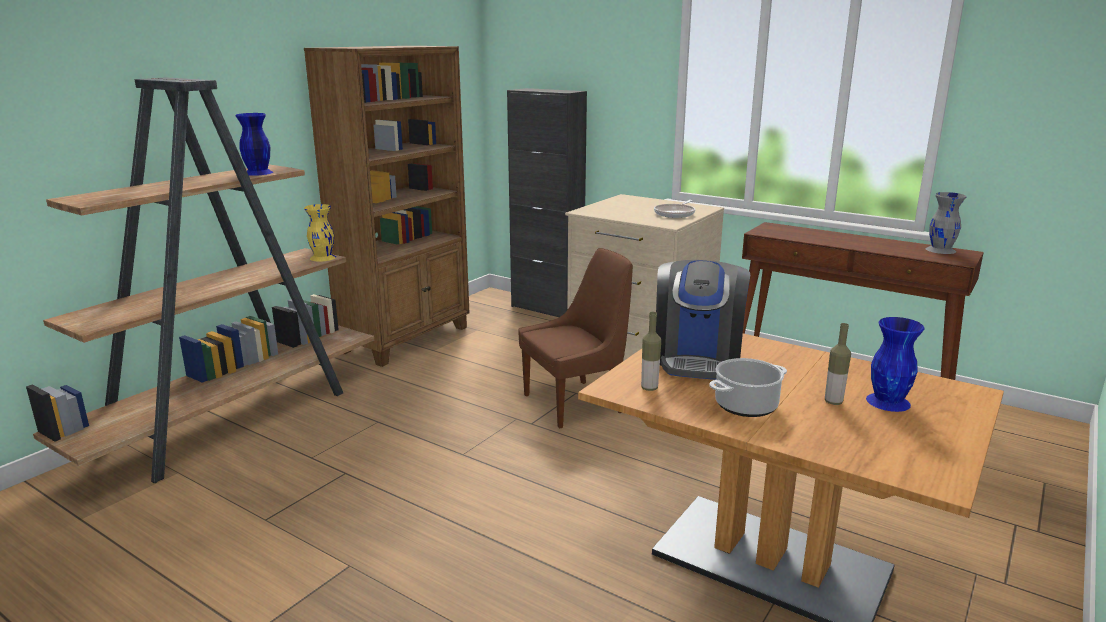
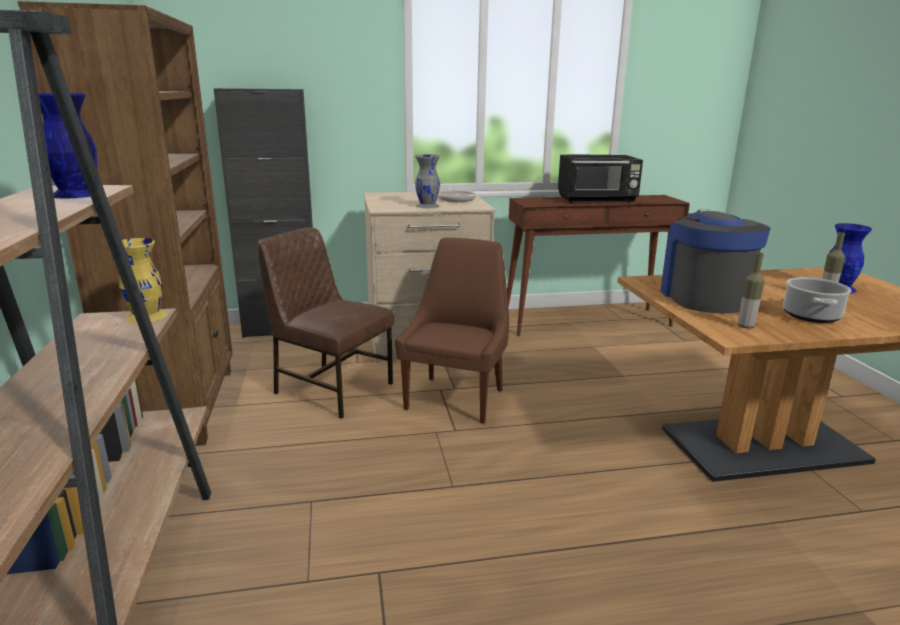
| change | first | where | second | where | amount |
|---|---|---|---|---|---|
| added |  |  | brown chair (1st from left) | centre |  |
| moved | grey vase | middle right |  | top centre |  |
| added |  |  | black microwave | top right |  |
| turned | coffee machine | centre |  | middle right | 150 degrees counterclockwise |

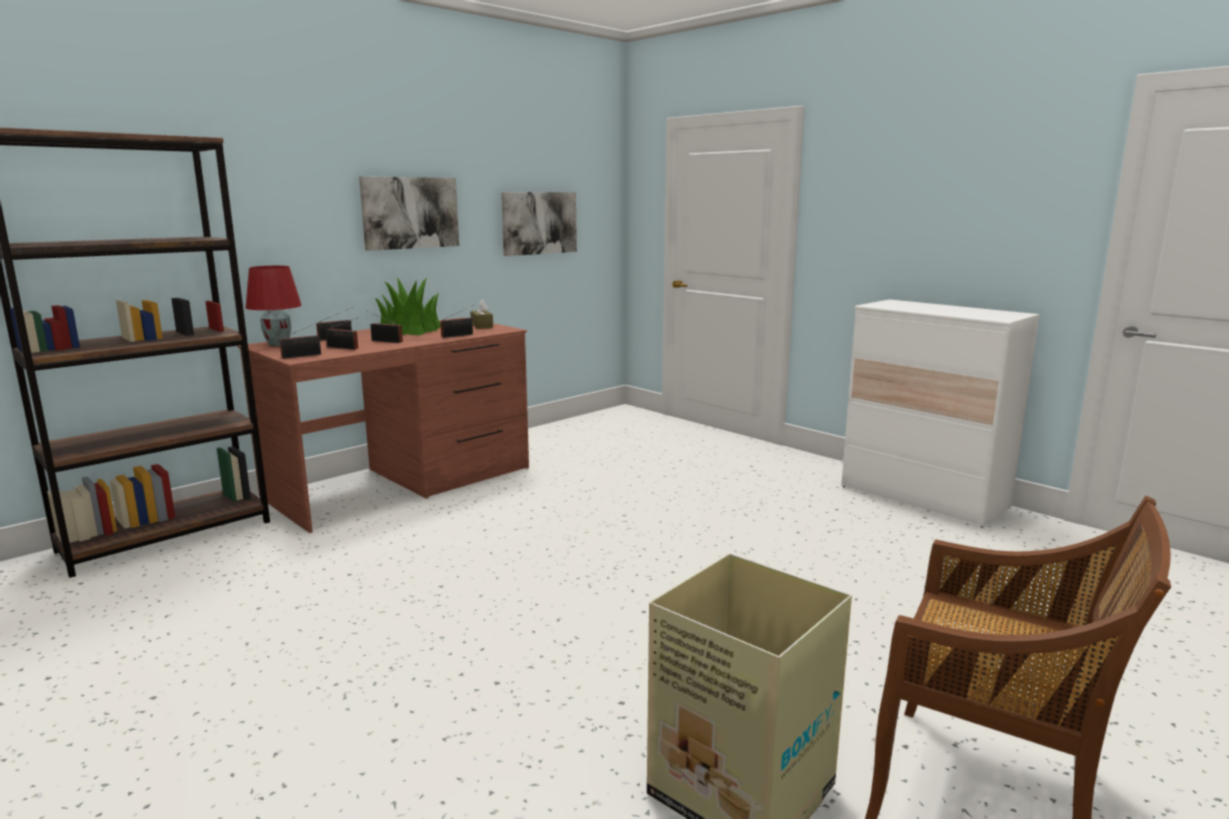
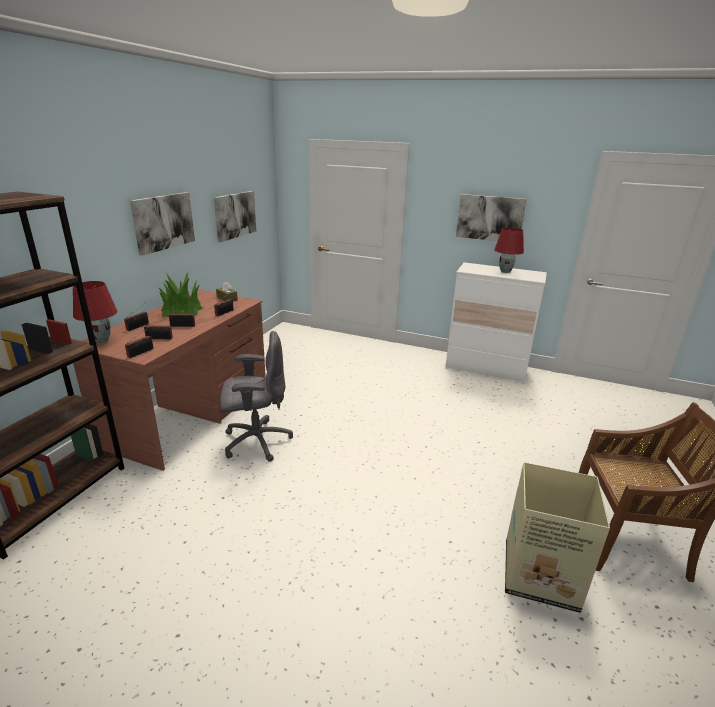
| change | first | where | second | where | amount |
|---|---|---|---|---|---|
| added |  |  | grey office chair | centre |  |
| added |  |  | picture (3rd from left) | top right |  |
| added |  |  | red table lamp (2nd from left) | middle right |  |

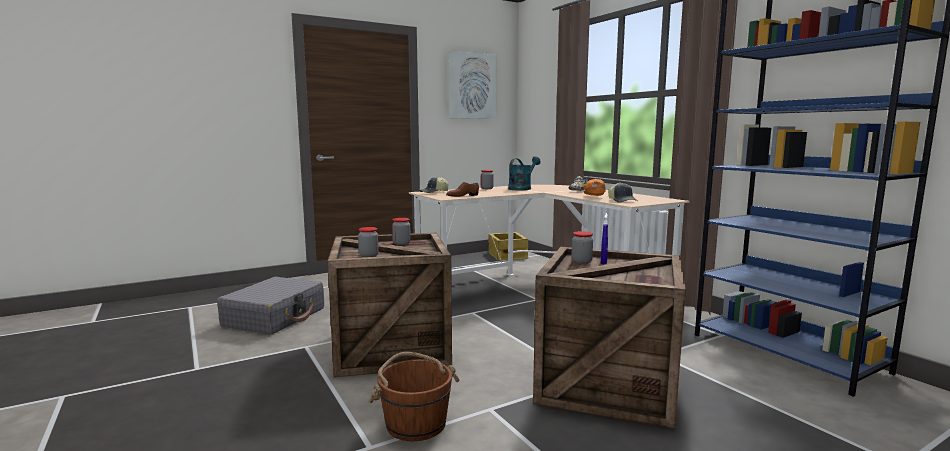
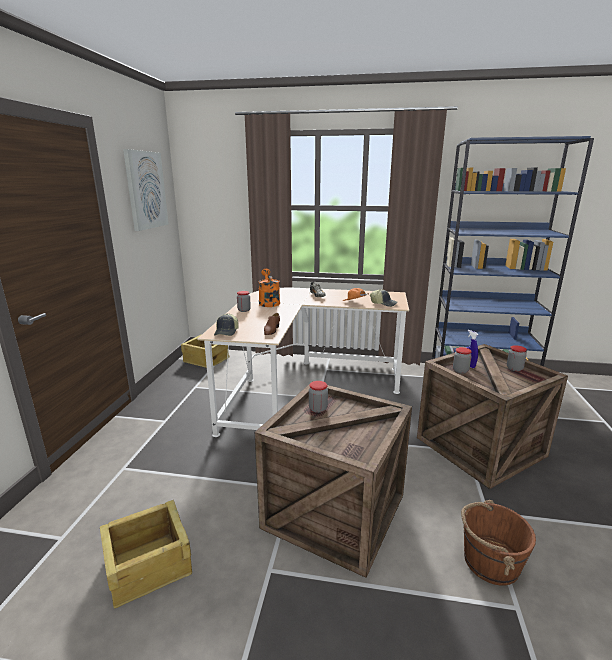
| change | first | where | second | where | amount |
|---|---|---|---|---|---|
| replaced | grey suitcase | bottom left | crate (1st from left) | bottom left |  |
| recoloured | turquoise watering can | centre | orange watering can | centre |  |
| moved | jar (1st from left in the first image) | centre | jar (4th from left) | middle right |  |

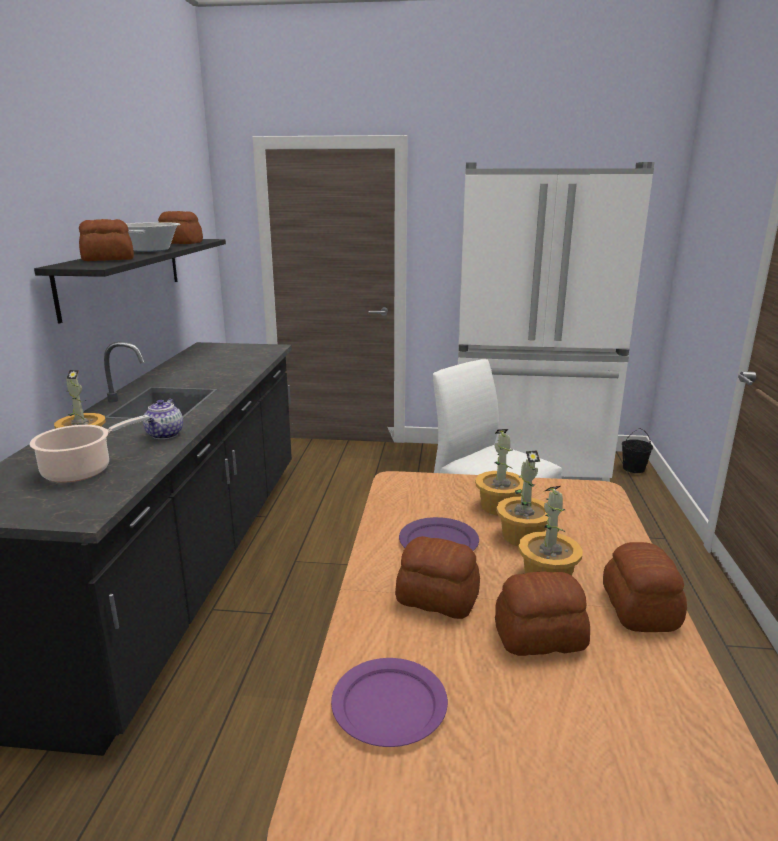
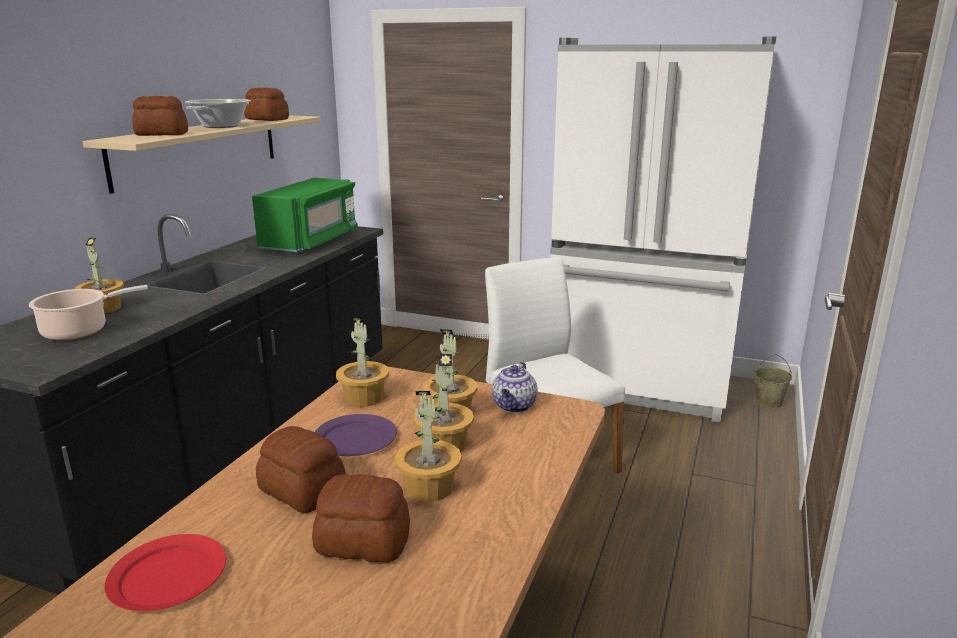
| change | first | where | second | where | amount |
|---|---|---|---|---|---|
| recoloured | black shelf | middle left | beige shelf | top left |  |
| recoloured | purple plate (1st from left) | bottom centre | red plate | bottom left |  |
| added |  |  | green microwave | middle left |  |
| added |  |  | potted plant (2nd from left) | centre |  |
| moved | teapot | middle left |  | centre |  |
| recoloured | black bucket | middle right | beige bucket | middle right |  |
| removed | bread (5th from left) | bottom right |  |  |  |

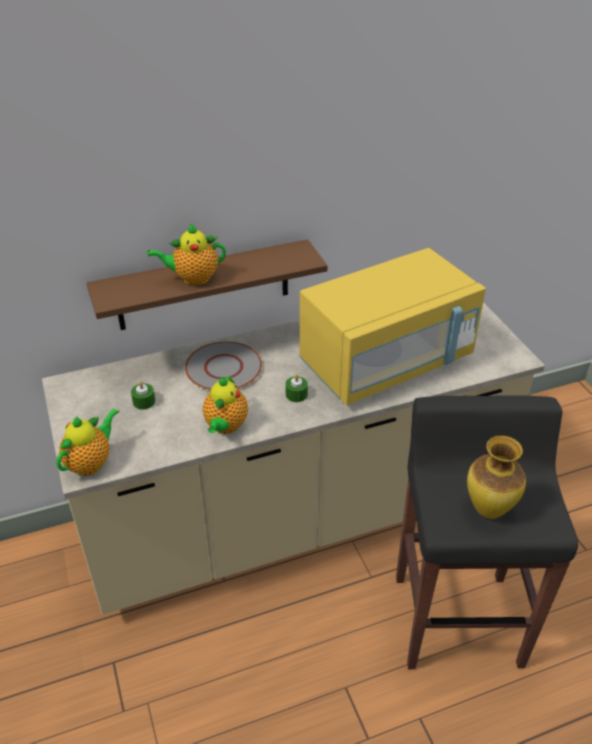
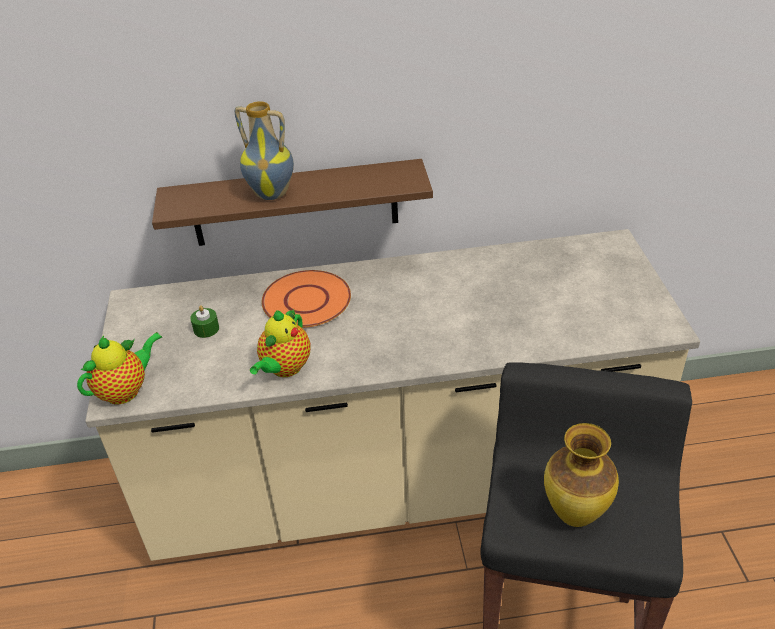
| change | first | where | second | where | amount |
|---|---|---|---|---|---|
| replaced | teapot (2nd from left) | middle left | vase (1st from left) | top centre |  |
| recoloured | grey plate | centre | orange plate | centre |  |
| removed | green candle (2nd from left) | centre |  |  |  |
| removed | yellow microwave | centre |  |  |  |

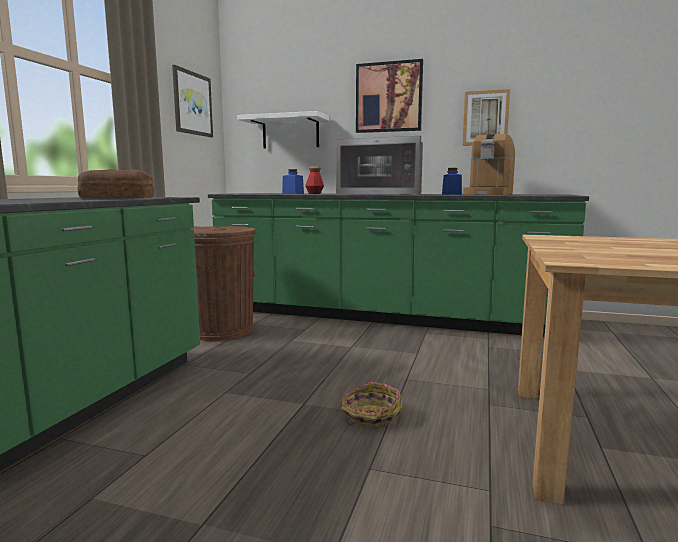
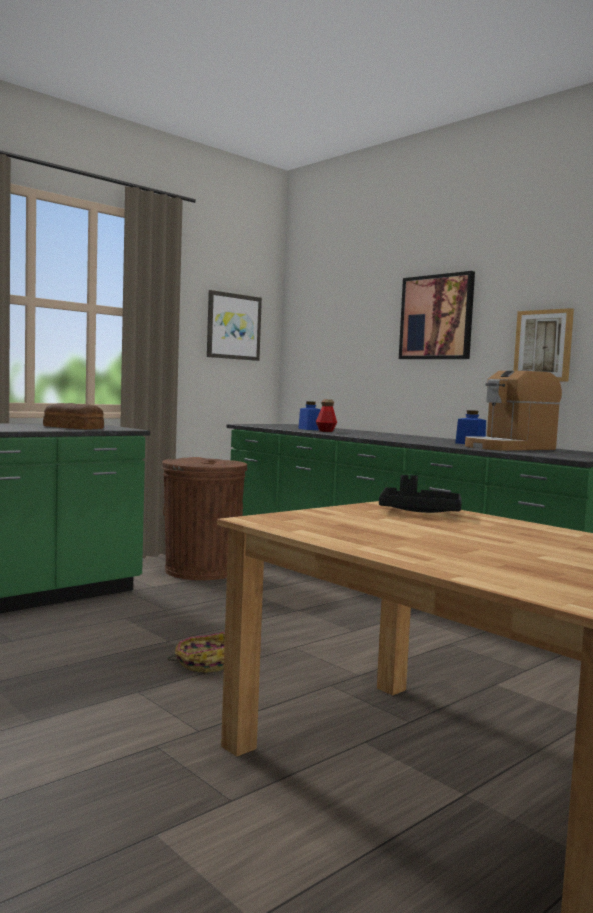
| change | first | where | second | where | amount |
|---|---|---|---|---|---|
| added |  |  | black tray | middle right |  |
| removed | white shelf | top centre |  |  |  |
| removed | microwave | top centre |  |  |  |

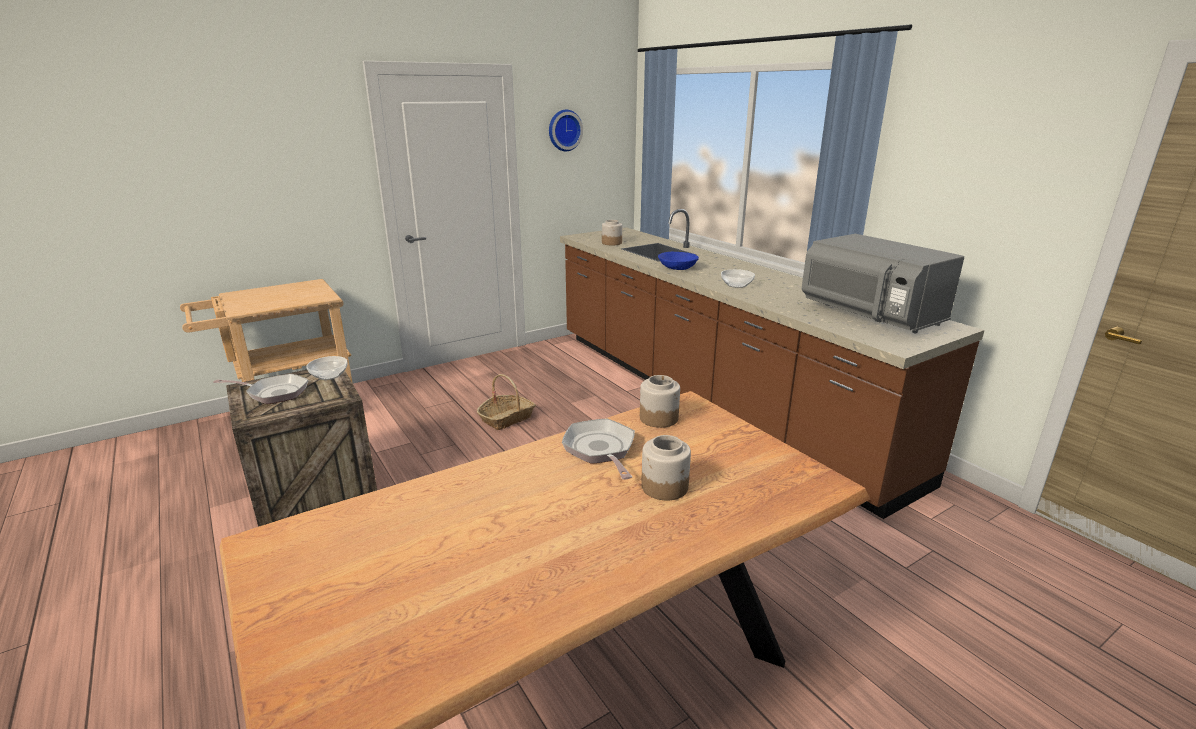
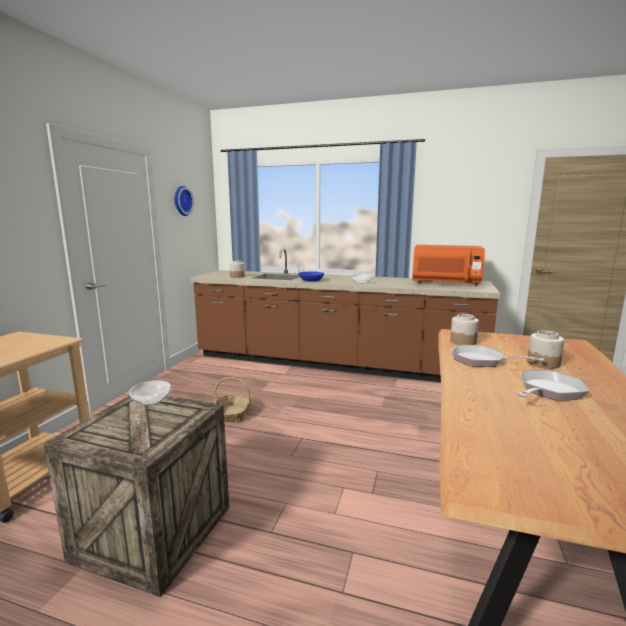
| change | first | where | second | where | amount |
|---|---|---|---|---|---|
| recoloured | grey microwave | middle right | orange microwave | middle right |  |
| moved | frying pan (1st from left in the first image) | middle left | frying pan (2nd from left) | middle right |  |

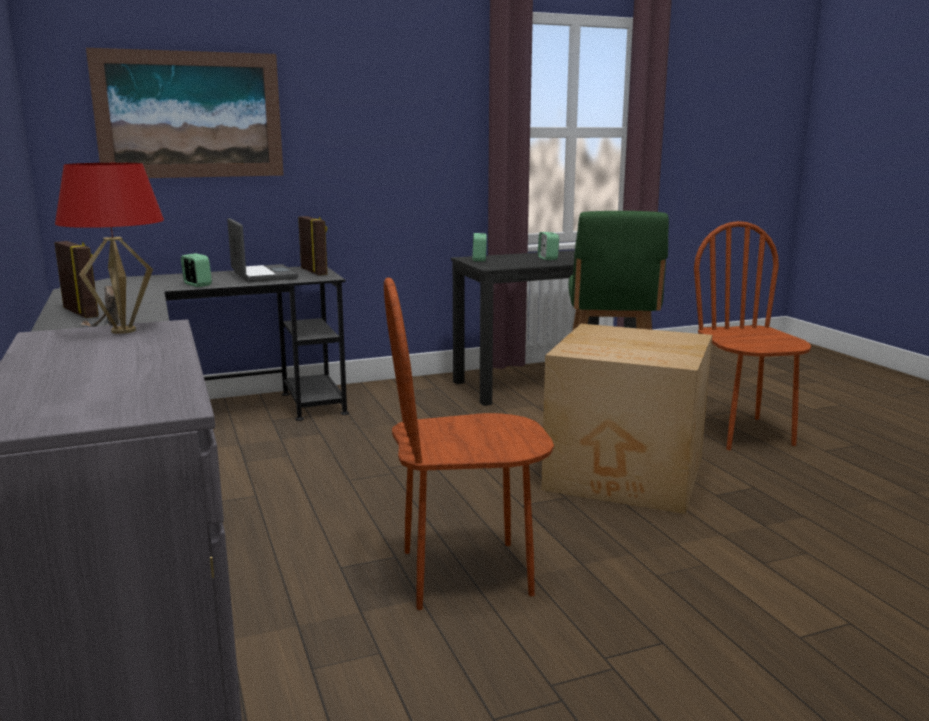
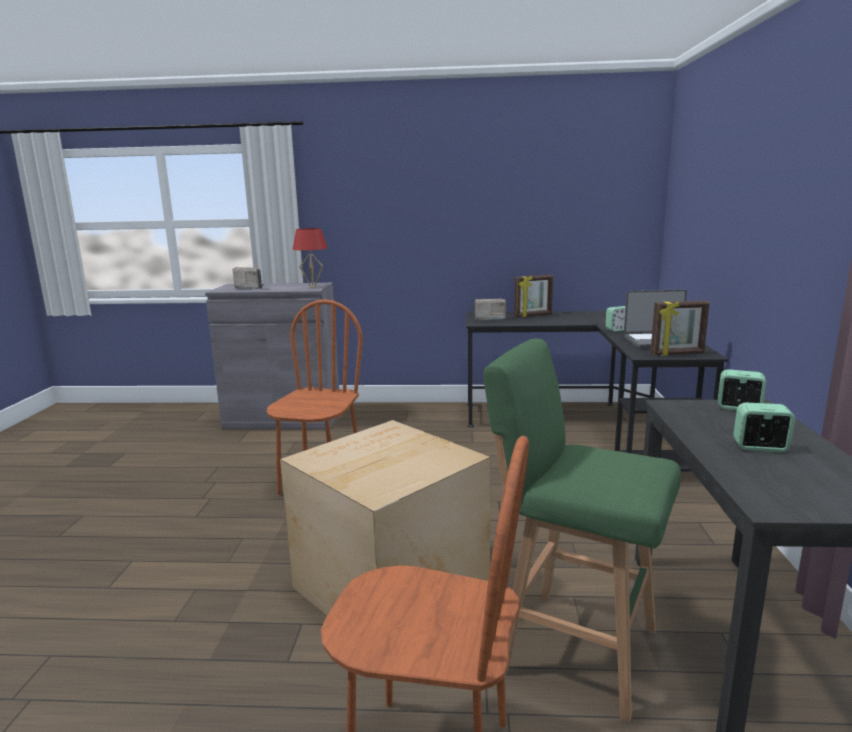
| change | first | where | second | where | amount |
|---|---|---|---|---|---|
| added |  |  | radio (1st from left) | middle left |  |
| removed | picture | top left |  |  |  |

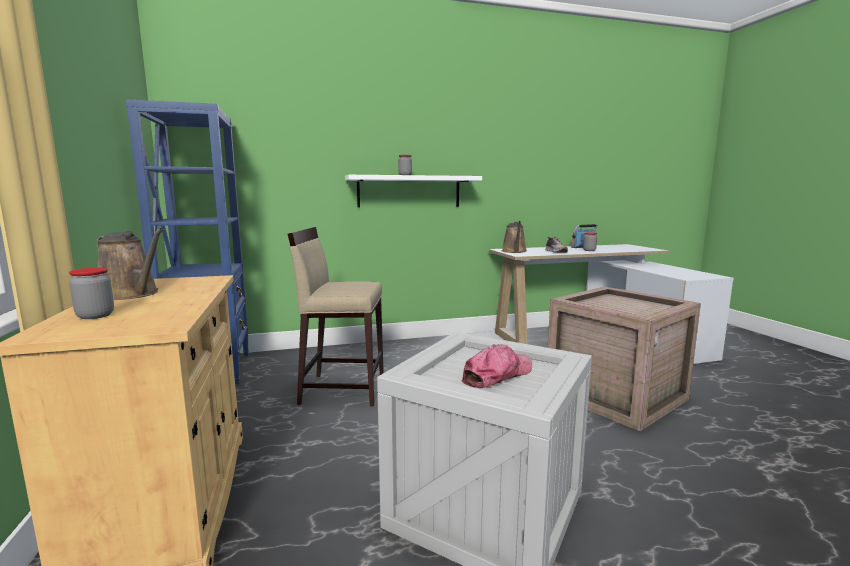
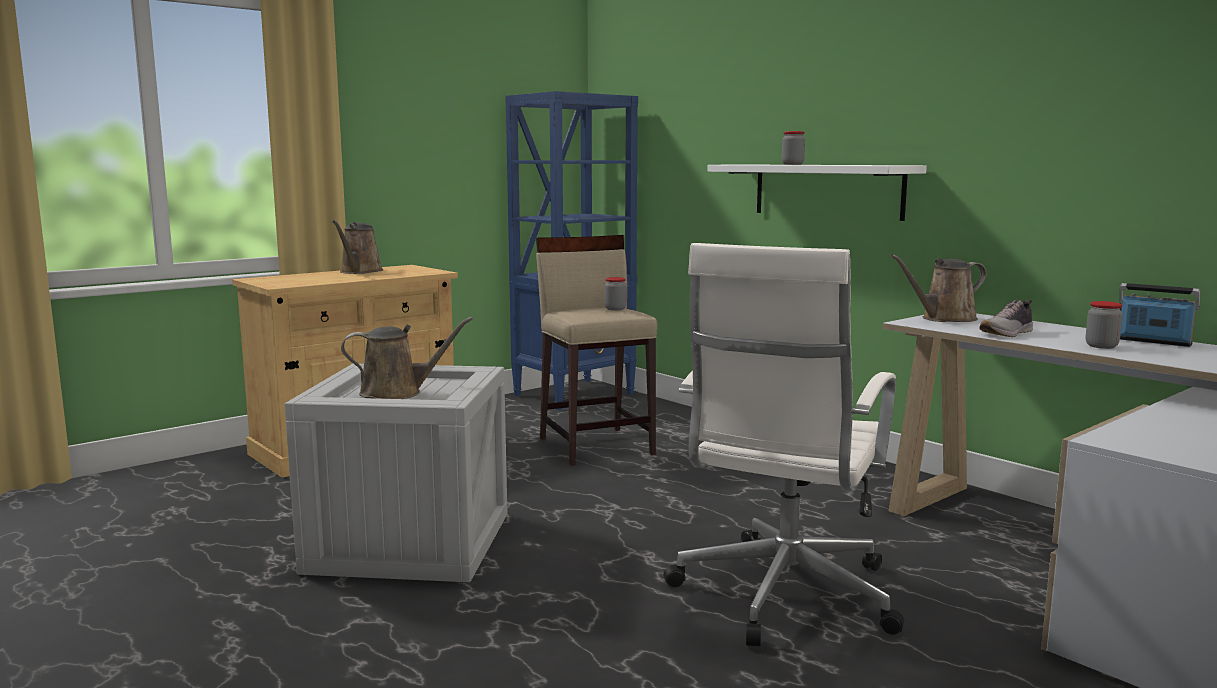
| change | first | where | second | where | amount |
|---|---|---|---|---|---|
| replaced | cap | centre | brown watering can (2nd from left) | centre |  |
| moved | jar (1st from left) | middle left |  | centre |  |
| replaced | crate (2nd from left) | middle right | white office chair | centre |  |

